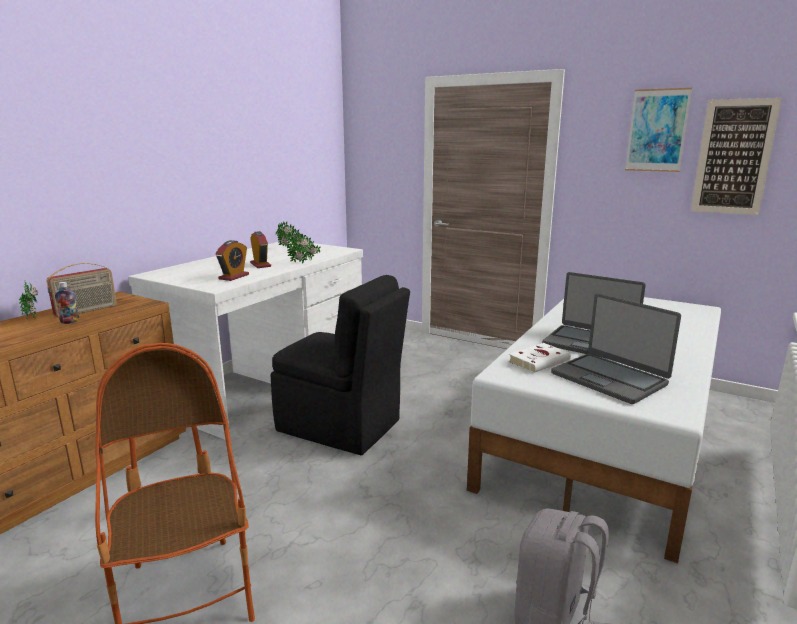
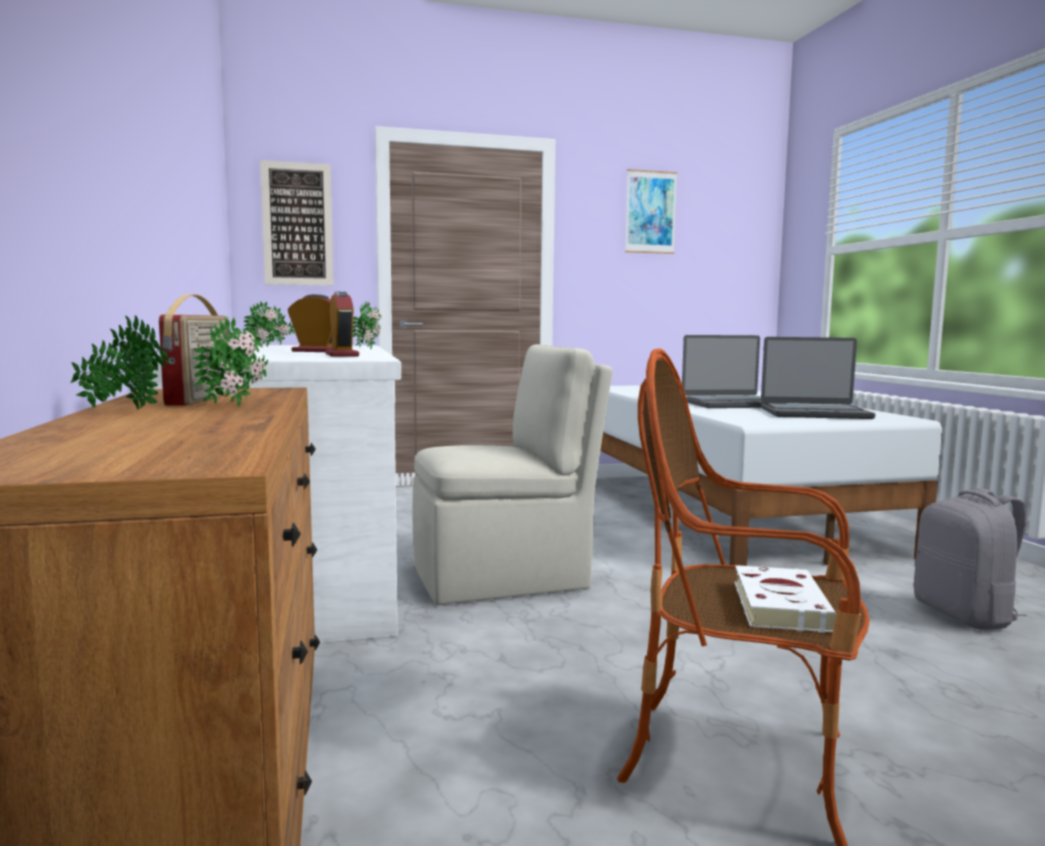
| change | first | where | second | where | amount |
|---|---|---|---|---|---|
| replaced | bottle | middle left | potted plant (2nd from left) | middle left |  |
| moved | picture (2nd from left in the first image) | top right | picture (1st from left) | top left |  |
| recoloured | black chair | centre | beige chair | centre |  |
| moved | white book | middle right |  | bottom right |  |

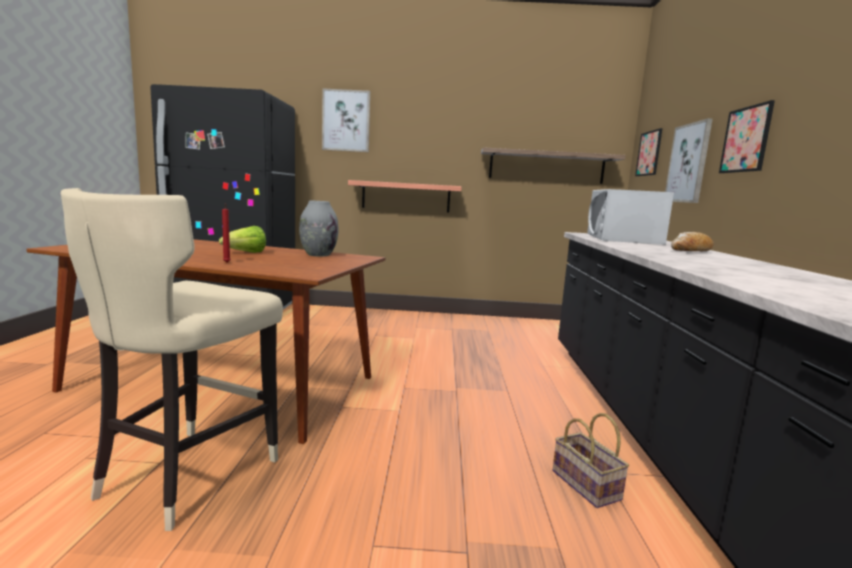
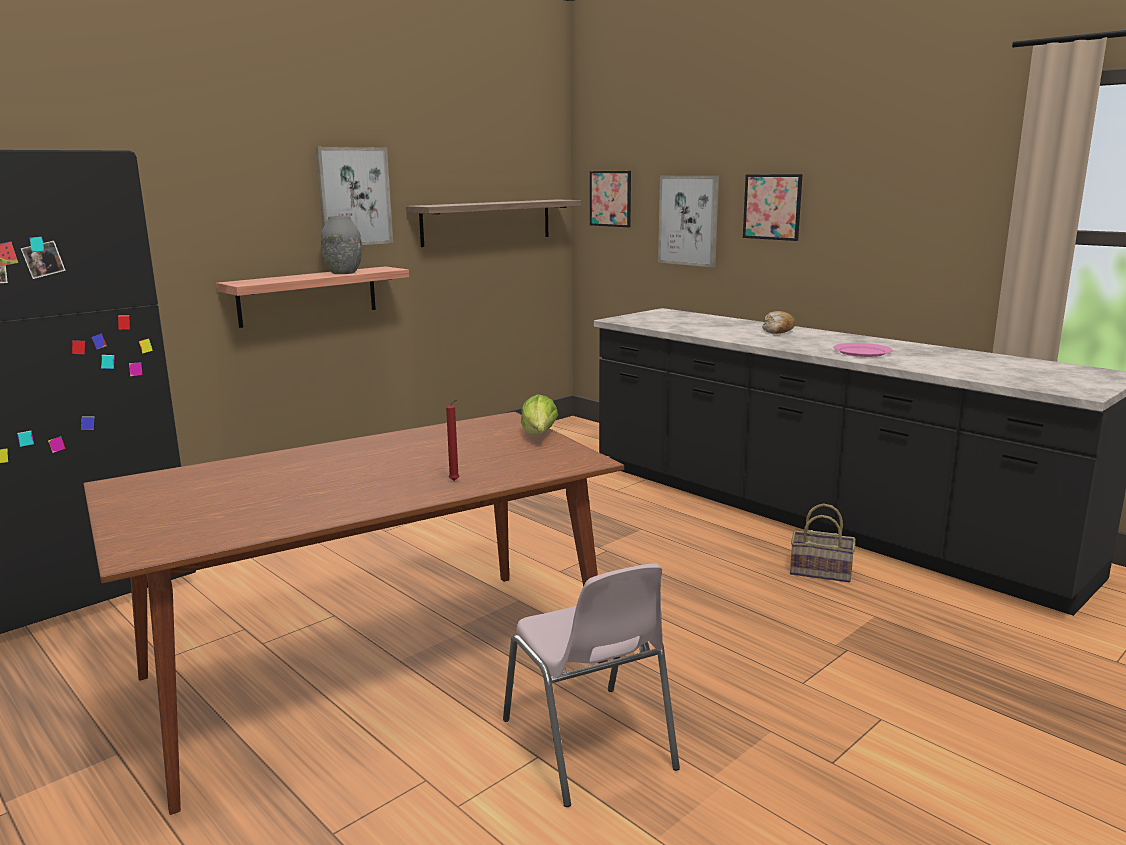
| change | first | where | second | where | amount |
|---|---|---|---|---|---|
| moved | picture (1st from left) | top centre |  | top left |  |
| moved | grey vase | centre |  | top left |  |
| replaced | beige stool | middle left | pink chair | bottom centre |  |
| moved | lettuce | middle left |  | centre |  |
| added |  |  | pink plate | middle right |  |
| removed | white microwave | middle right |  |  |  |

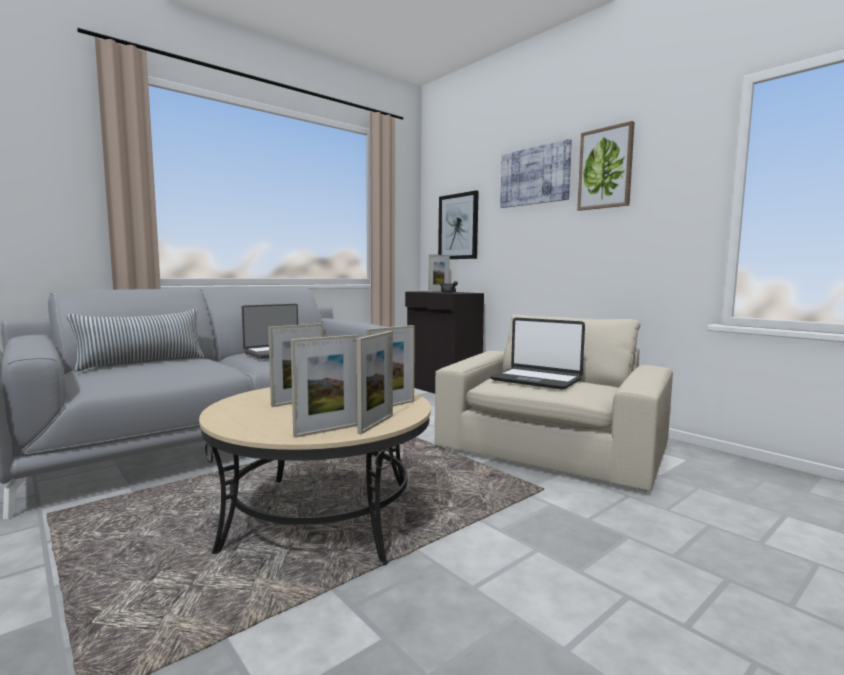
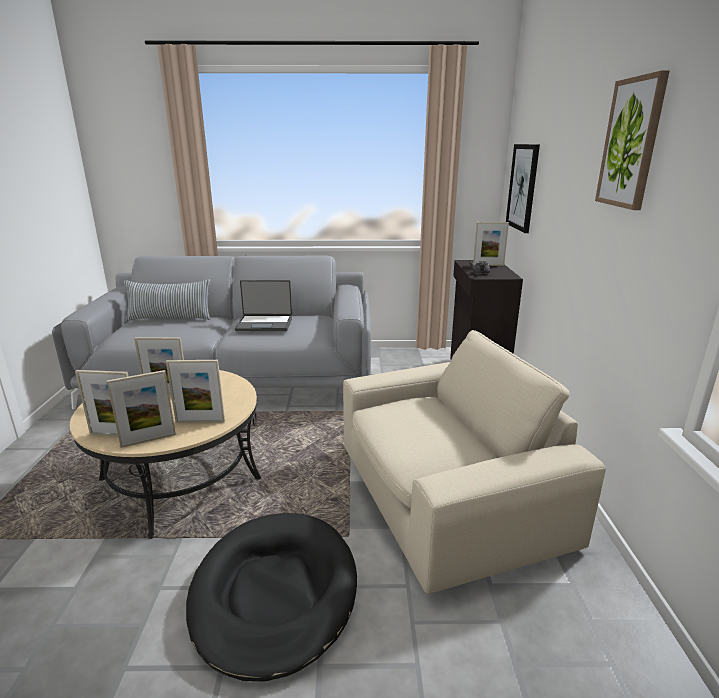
| change | first | where | second | where | amount |
|---|---|---|---|---|---|
| added |  |  | black dog bed | bottom centre |  |
| removed | laptop (2nd from left) | centre |  |  |  |
| removed | picture (2nd from left) | top centre |  |  |  |

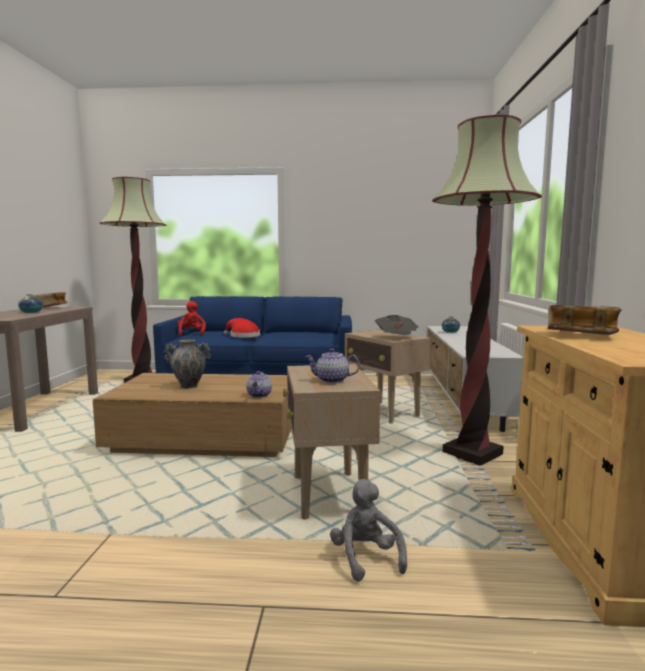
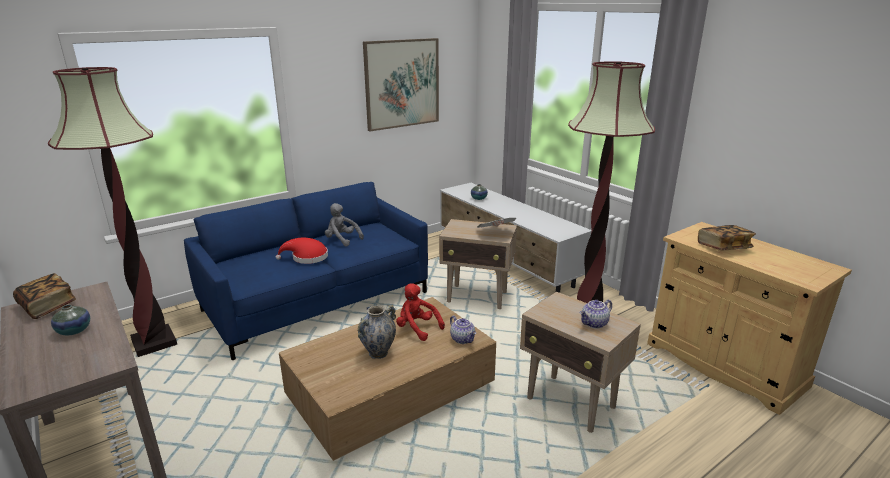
| change | first | where | second | where | amount |
|---|---|---|---|---|---|
| moved | grey plush toy | bottom centre |  | centre |  |
| added |  |  | picture | top centre |  |
| moved | red plush toy | middle left |  | centre |  |

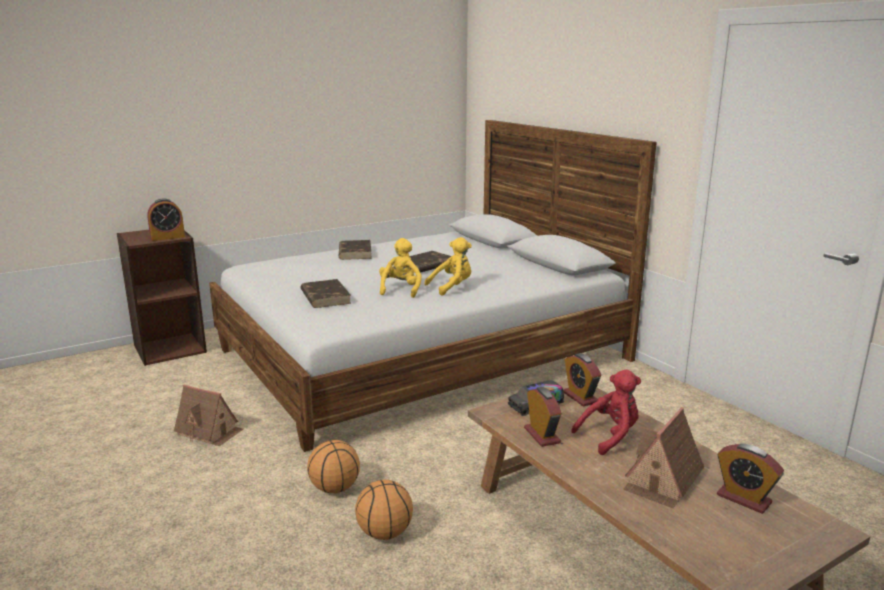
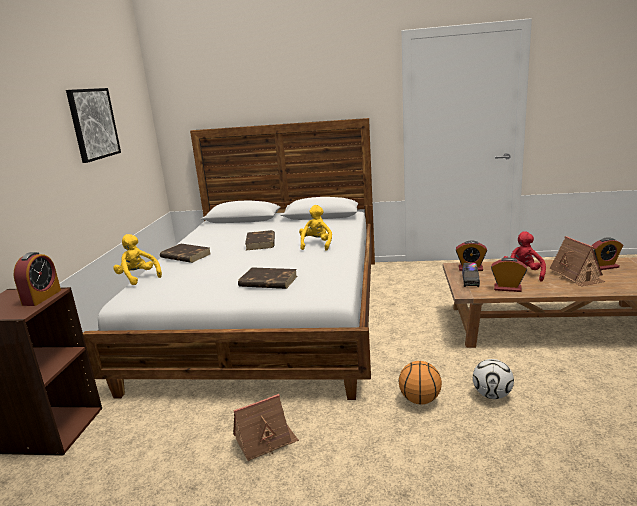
| change | first | where | second | where | amount |
|---|---|---|---|---|---|
| added |  |  | picture | top left |  |
| moved | yellow plush toy (1st from left) | centre |  | middle left |  |
| replaced | basketball (2nd from left) | bottom centre | football | bottom right |  |

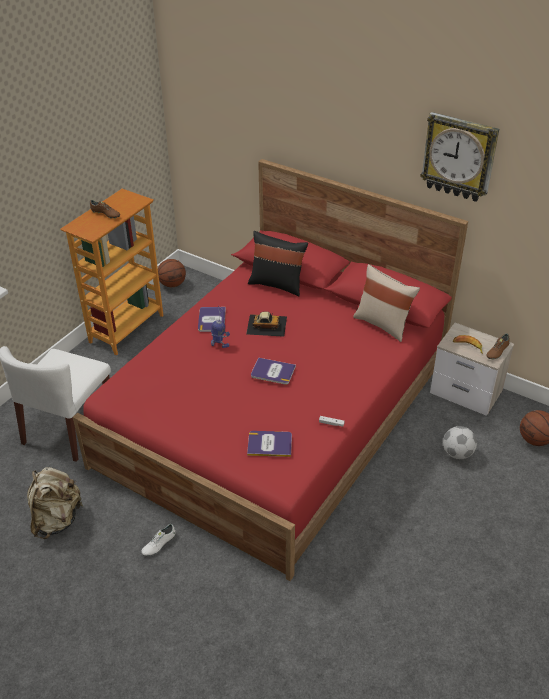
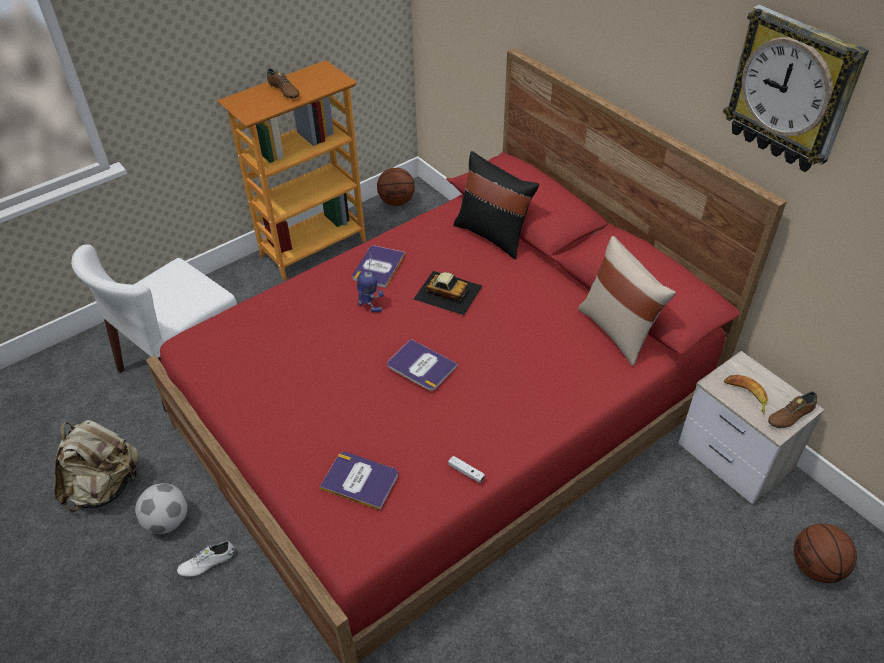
| change | first | where | second | where | amount |
|---|---|---|---|---|---|
| moved | football | middle right |  | bottom left |  |

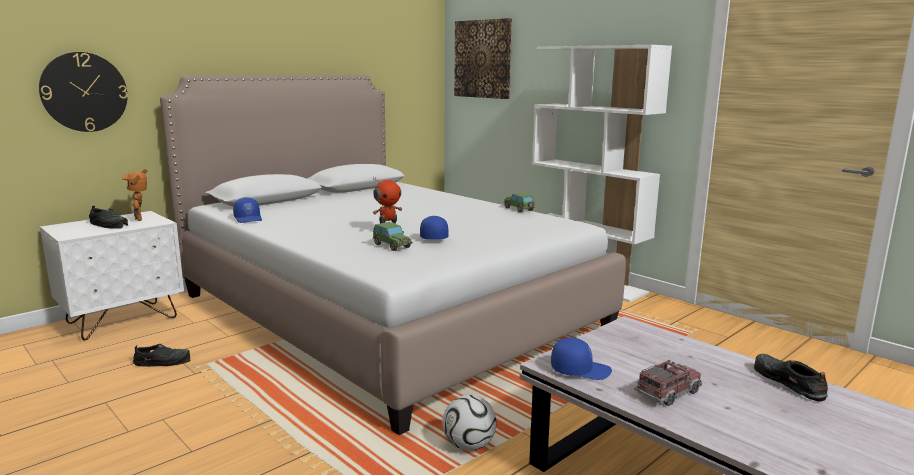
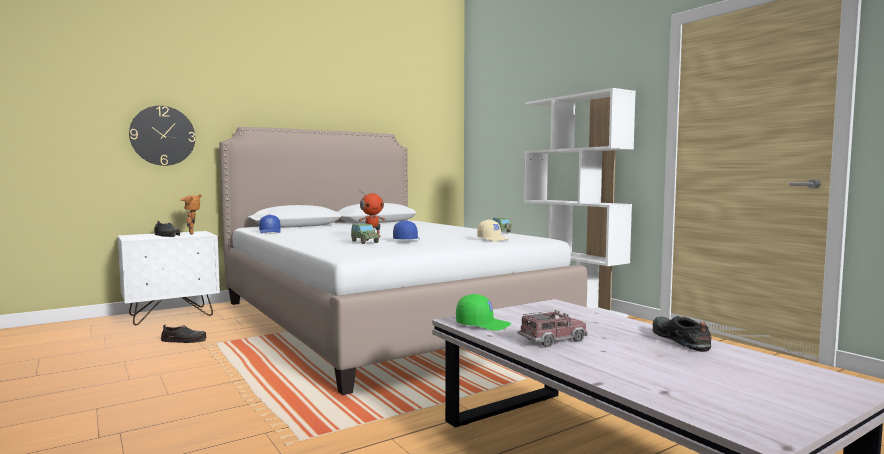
| change | first | where | second | where | amount |
|---|---|---|---|---|---|
| recoloured | blue cap (3rd from left) | bottom centre | green cap | bottom centre |  |
| added |  |  | beige cap | centre |  |
| removed | football | bottom centre |  |  |  |
| removed | picture | top centre |  |  |  |

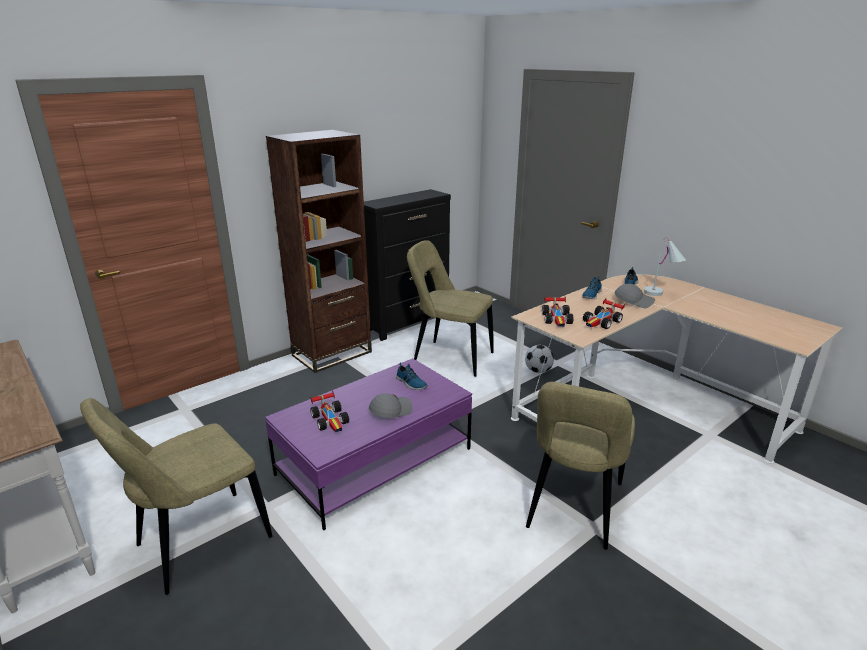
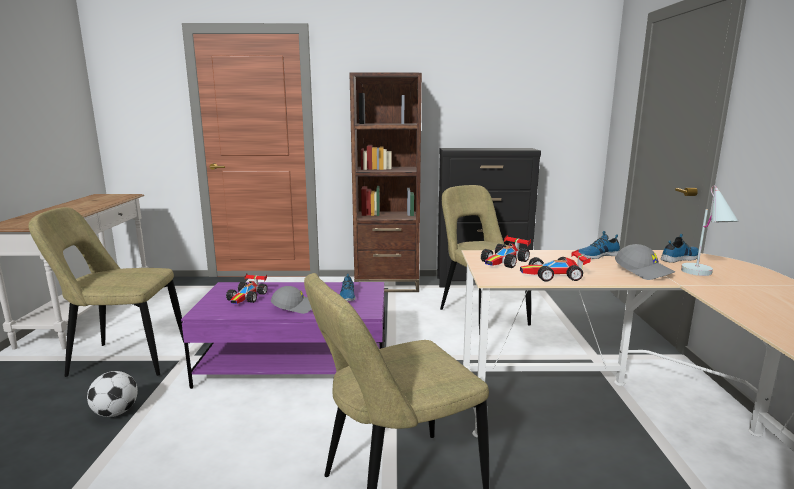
| change | first | where | second | where | amount |
|---|---|---|---|---|---|
| moved | football | centre |  | bottom left |  |

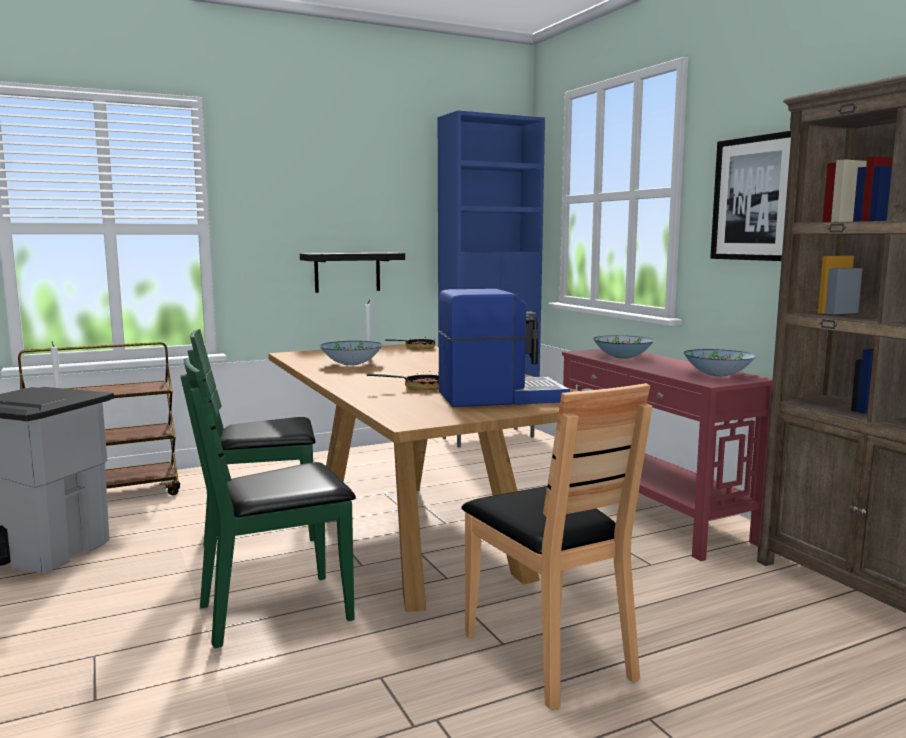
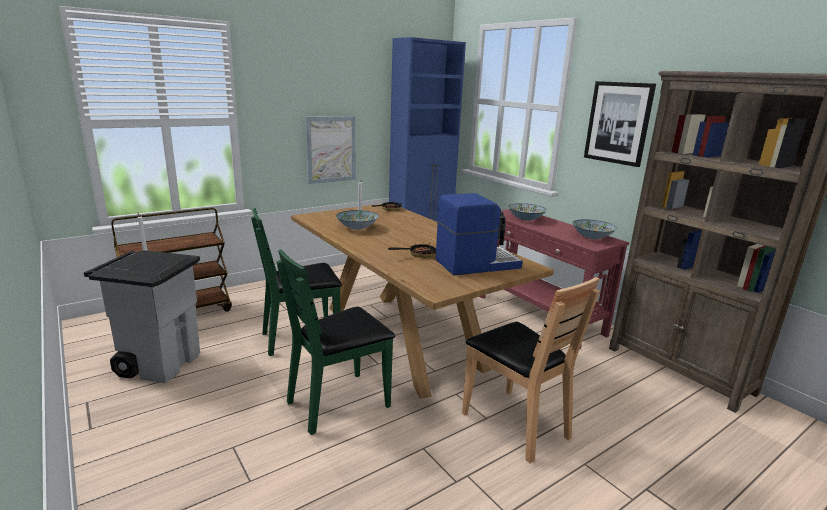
| change | first | where | second | where | amount |
|---|---|---|---|---|---|
| replaced | black shelf | centre | picture (1st from left) | top centre |  |

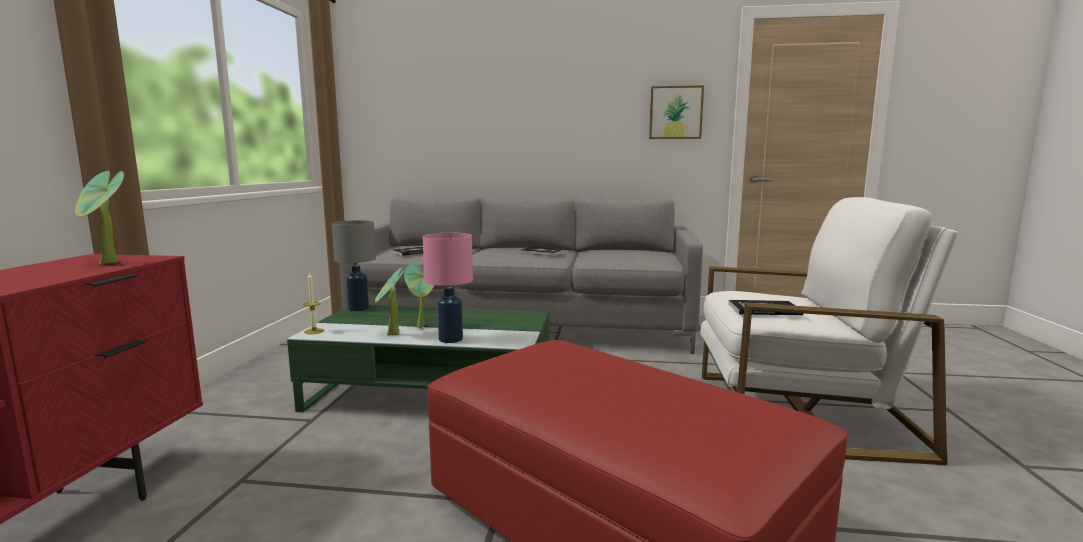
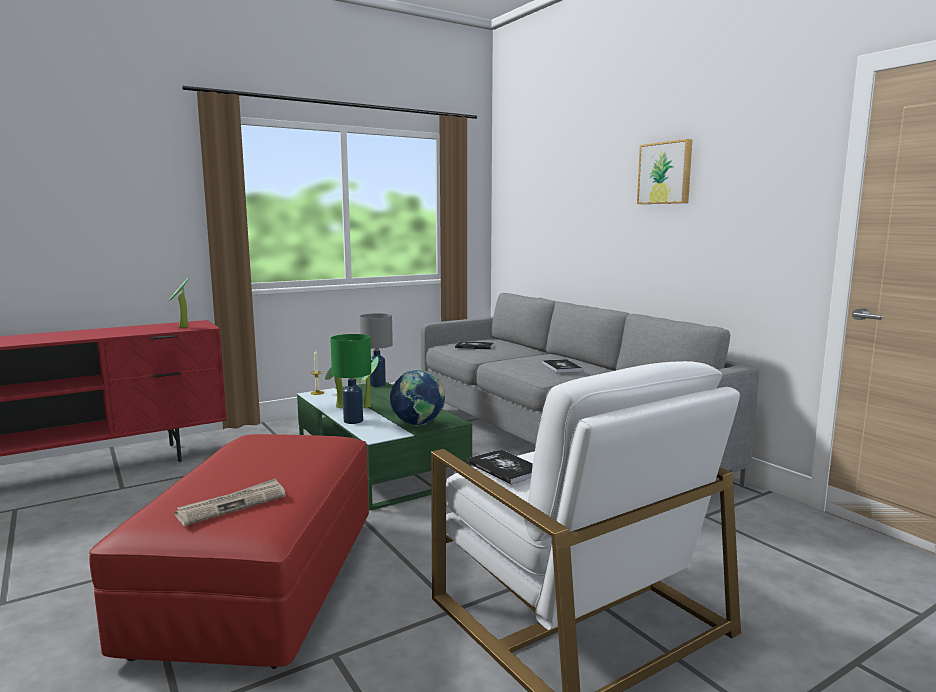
| change | first | where | second | where | amount |
|---|---|---|---|---|---|
| added |  |  | newspaper | bottom left |  |
| recoloured | pink table lamp | centre | green table lamp | centre |  |
| added |  |  | globe | centre |  |
| moved | picture | top centre |  | top right |  |

